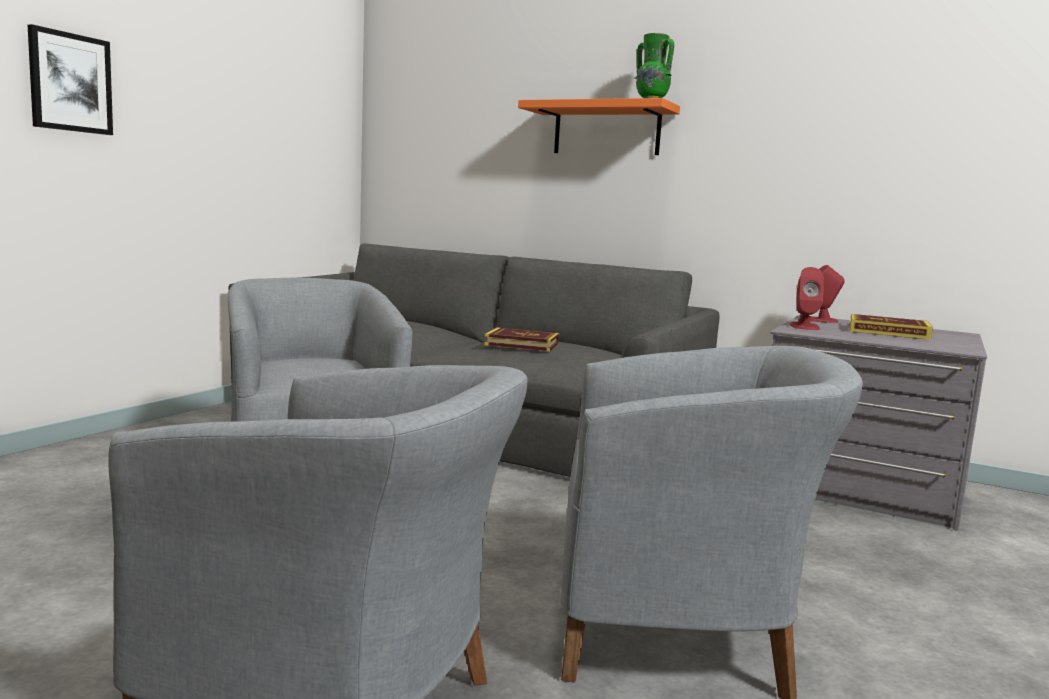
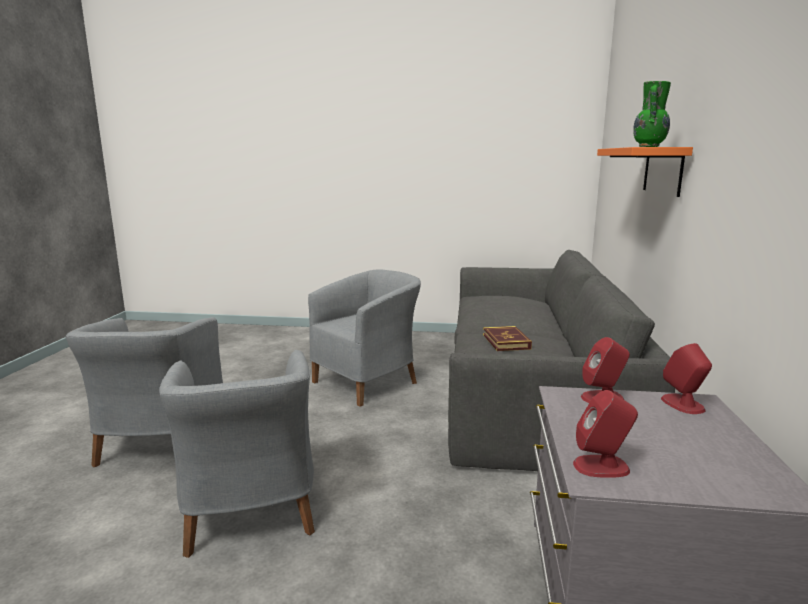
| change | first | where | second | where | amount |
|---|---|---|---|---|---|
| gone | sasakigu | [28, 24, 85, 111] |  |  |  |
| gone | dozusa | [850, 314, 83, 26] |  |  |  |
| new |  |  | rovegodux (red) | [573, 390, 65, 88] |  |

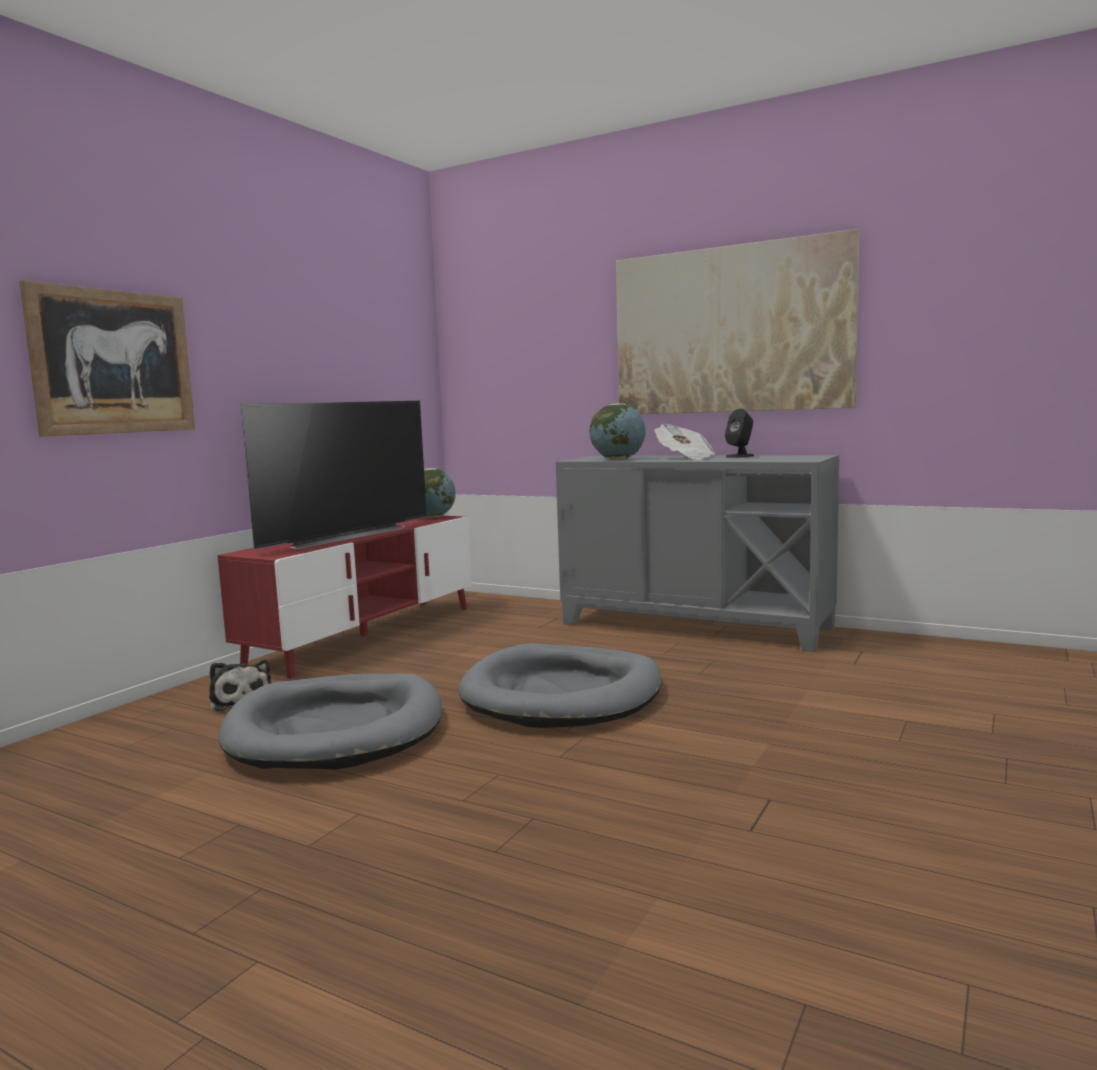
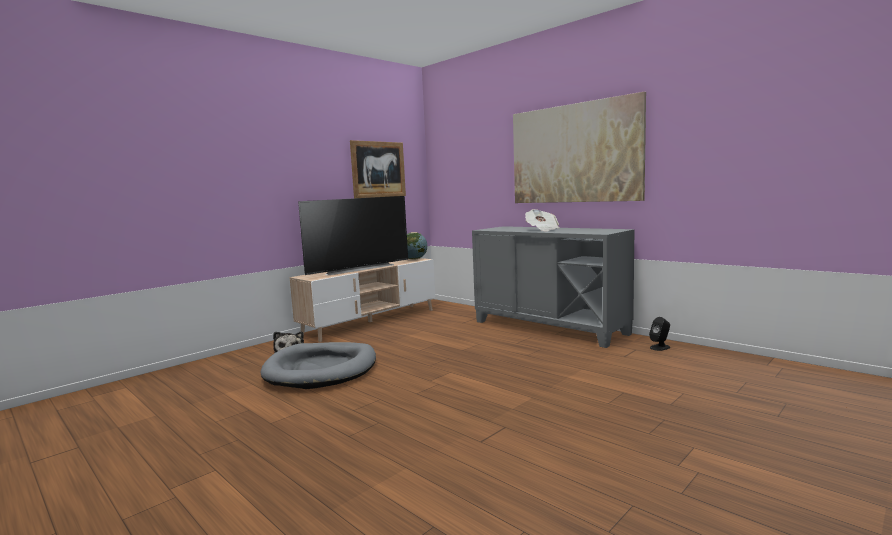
| change | first | where | second | where | amount |
|---|---|---|---|---|---|
| shifted | sasakigu | [19, 280, 176, 157] |  | [350, 140, 56, 58] |  |
| gone | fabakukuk | [589, 403, 57, 57] |  |  |  |
| shifted | rovegodux (black) | [725, 409, 29, 49] |  | [649, 317, 21, 34] |  |
| repainted | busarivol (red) | [217, 516, 255, 162] | busarivol (beige) | [290, 258, 145, 84] |  |
| gone | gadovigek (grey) | [458, 643, 203, 85] |  |  |  |

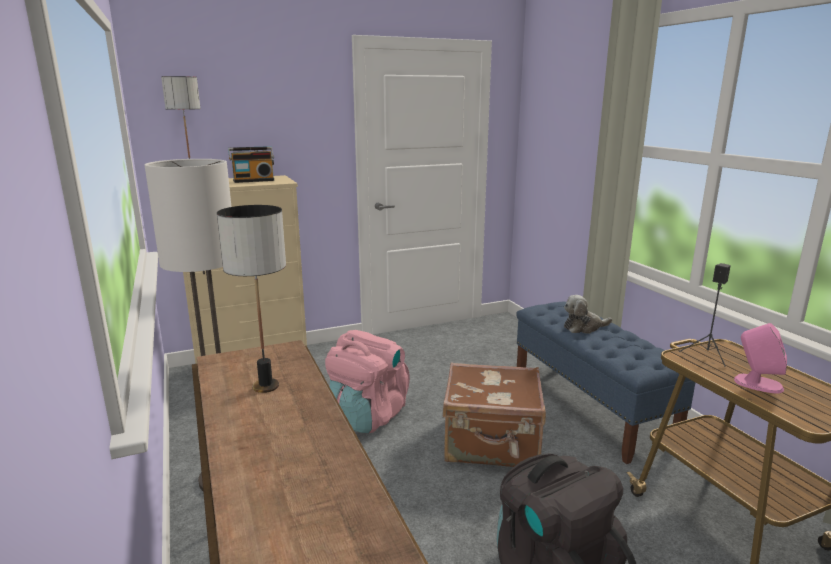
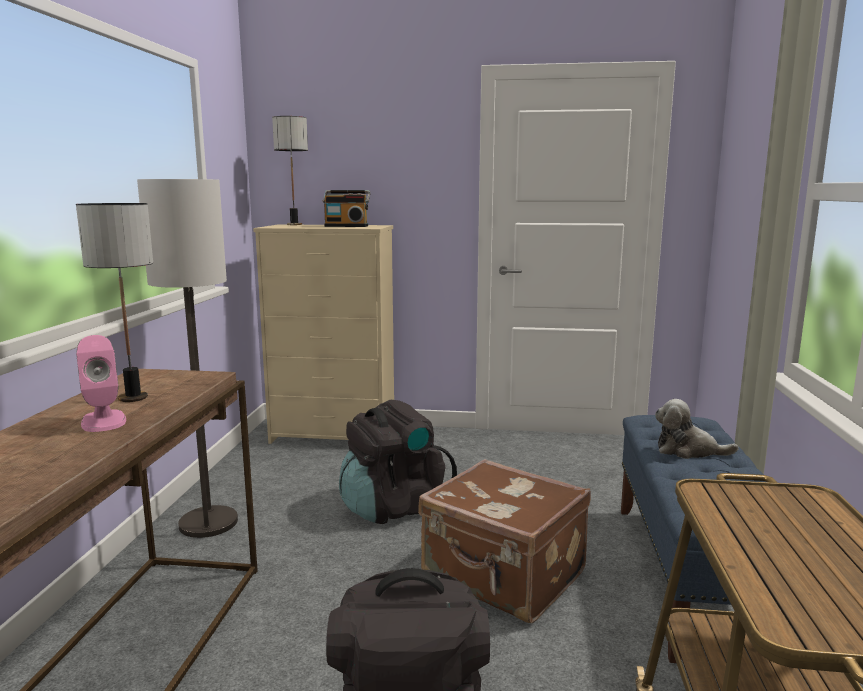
| change | first | where | second | where | amount |
|---|---|---|---|---|---|
| gone | rovegodux (black) | [679, 263, 52, 104] |  |  |  |
| shifted | rovegodux (pink) | [734, 323, 53, 70] |  | [76, 335, 50, 97] |  |
| repainted | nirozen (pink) | [325, 330, 85, 103] | nirozen (black) | [339, 399, 118, 125] |  |

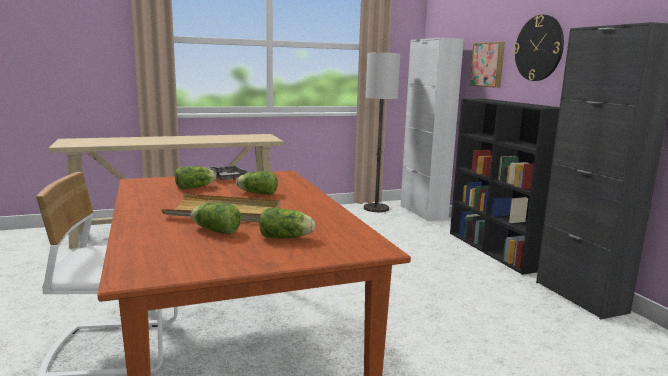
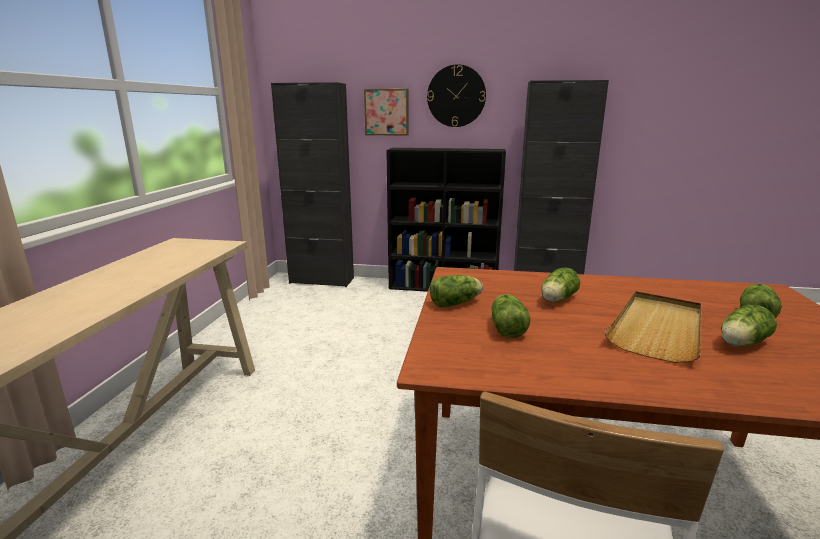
| change | first | where | second | where | amount |
|---|---|---|---|---|---|
| repainted | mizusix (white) | [400, 38, 64, 183] | mizusix (black) | [271, 82, 83, 205] |  |
| gone | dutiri | [364, 53, 37, 159] |  |  |  |
| swapped | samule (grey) | [208, 165, 41, 16] | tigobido | [430, 275, 53, 32] |  |

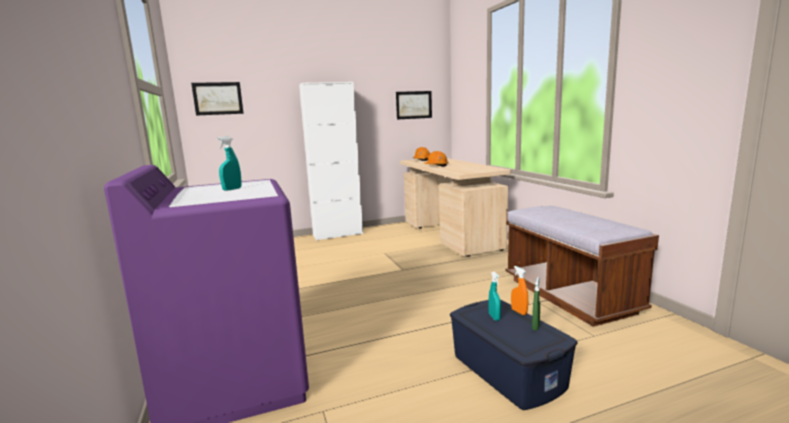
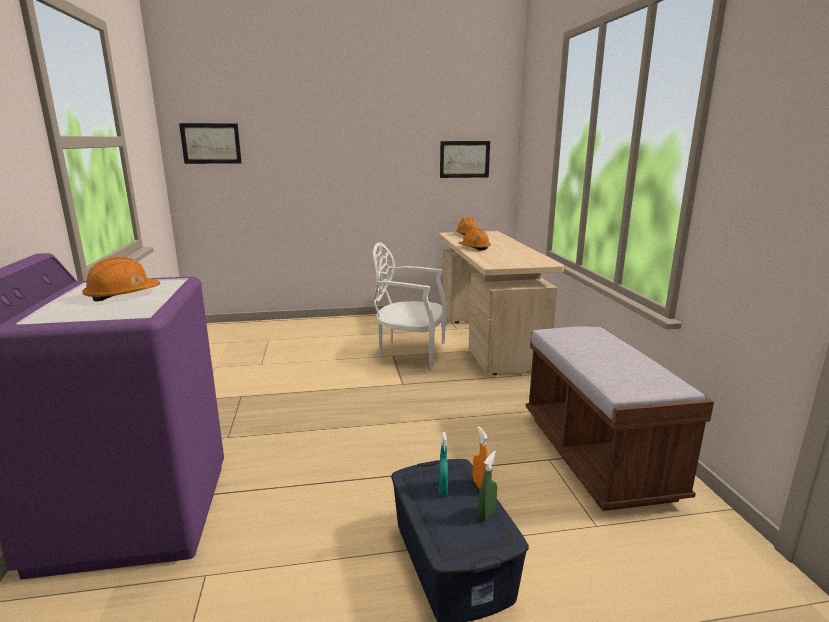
| change | first | where | second | where | amount |
|---|---|---|---|---|---|
| gone | mizusix (white) | [299, 82, 64, 159] |  |  |  |
| swapped | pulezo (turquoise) | [217, 137, 25, 54] | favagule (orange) | [82, 256, 78, 46] |  |
| new |  |  | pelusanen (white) | [373, 242, 74, 127] |  |

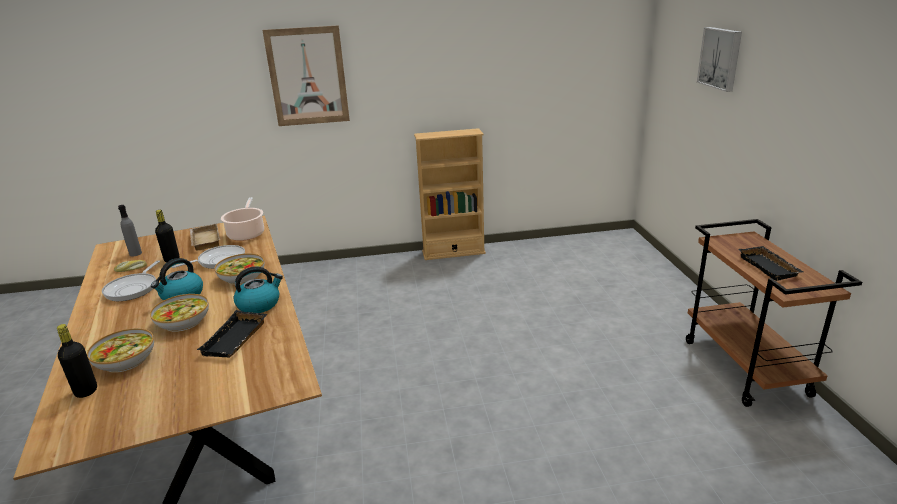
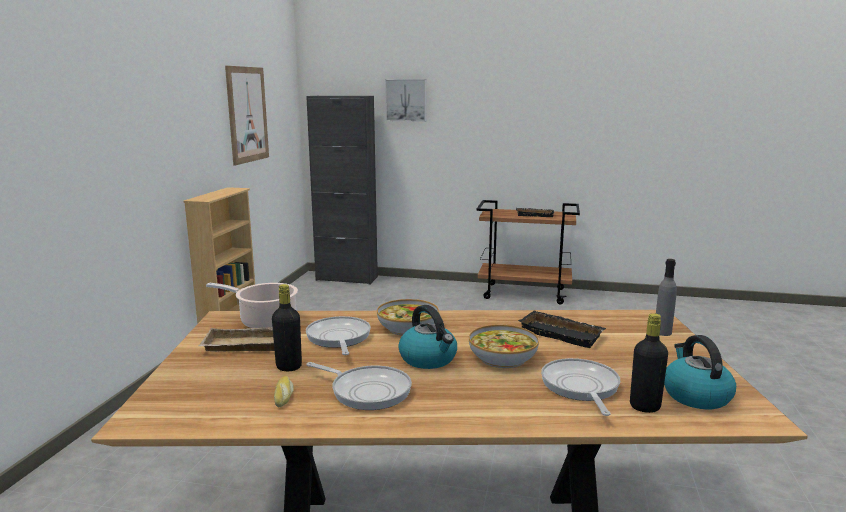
| change | first | where | second | where | amount |
|---|---|---|---|---|---|
| shifted | sasakigu | [263, 25, 87, 101] |  | [225, 66, 44, 99] |  |
| shifted | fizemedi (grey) | [118, 205, 24, 52] |  | [656, 259, 21, 77] |  |
| shifted | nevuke | [234, 267, 49, 46] |  | [664, 335, 72, 74] |  |
| swapped | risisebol | [87, 328, 67, 45] | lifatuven | [541, 358, 79, 58] |  |
| new |  |  | mizusix (black) | [306, 96, 72, 189] |  |

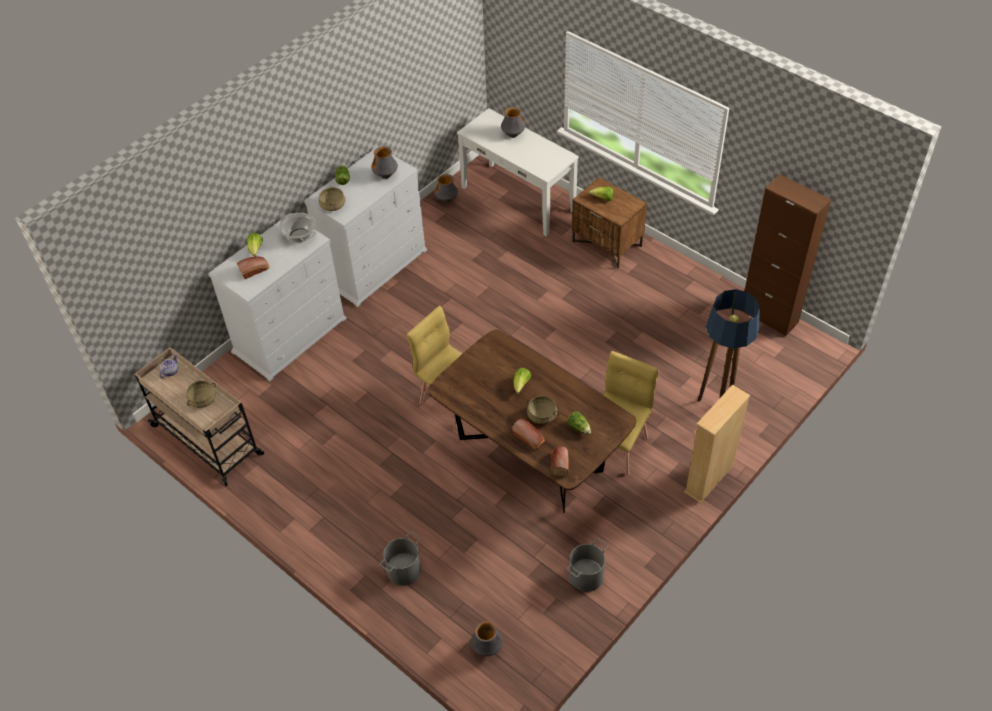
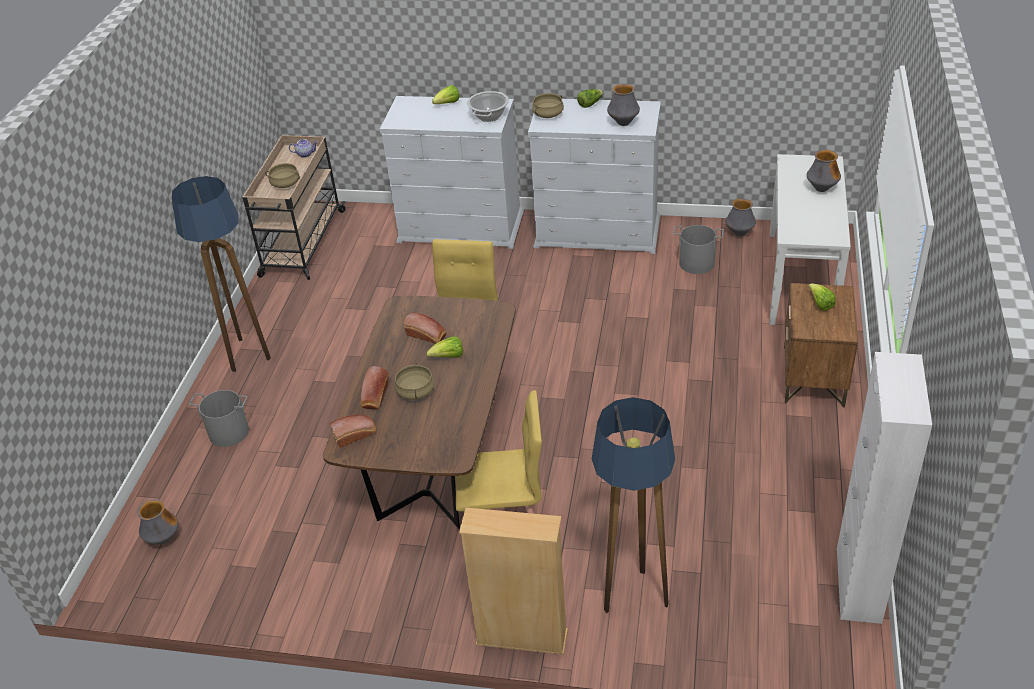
| change | first | where | second | where | amount |
|---|---|---|---|---|---|
| repainted | mizusix (brown) | [742, 174, 89, 162] | mizusix (white) | [837, 352, 95, 272] |  |
| shifted | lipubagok | [237, 257, 32, 22] |  | [404, 312, 42, 32] |  |
| gone | tigobido | [567, 411, 24, 23] |  |  |  |
| shifted | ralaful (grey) | [567, 538, 41, 54] |  | [673, 225, 51, 49] |  |
| new |  |  | dutiri | [172, 176, 99, 196] |  |

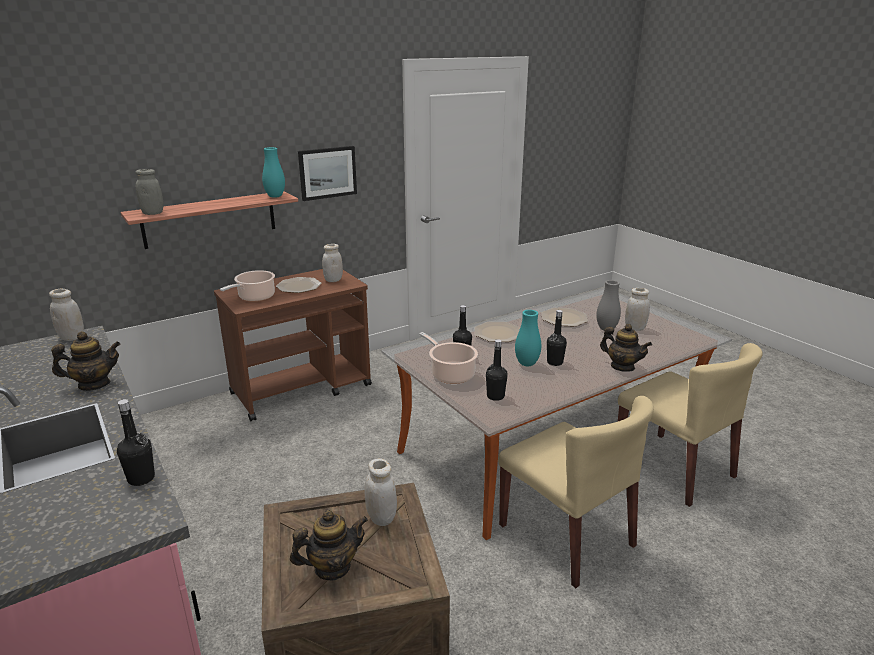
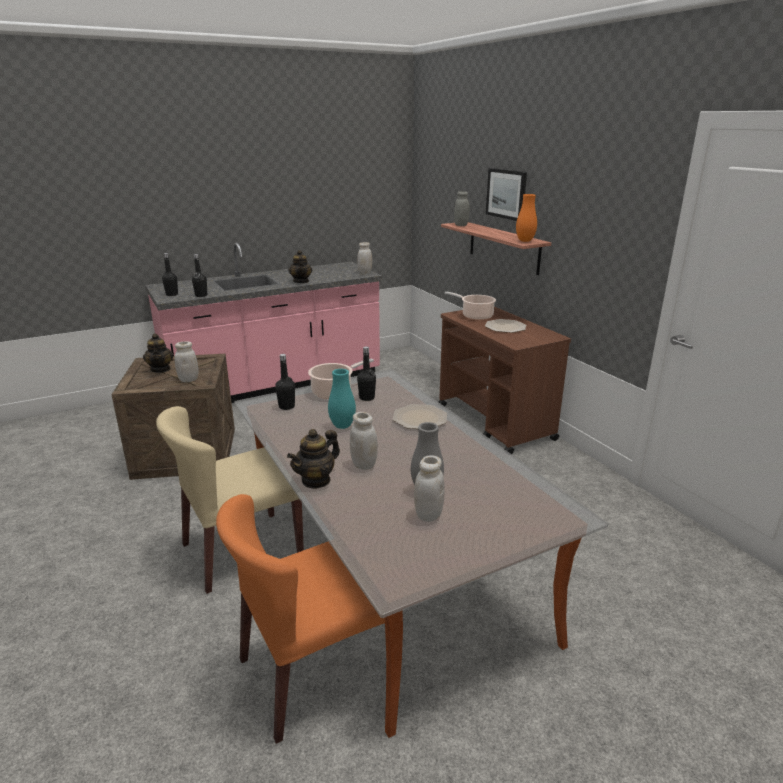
| change | first | where | second | where | amount |
|---|---|---|---|---|---|
| shifted | sasakigu | [298, 146, 59, 55] |  | [486, 168, 41, 53] |  |
| repainted | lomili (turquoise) | [262, 147, 23, 51] | lomili (orange) | [516, 194, 21, 48] |  |
| shifted | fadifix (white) | [322, 244, 21, 38] |  | [350, 412, 28, 58] |  |
| gone | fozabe | [541, 308, 47, 19] |  |  |  |
| shifted | fizemedi (black) | [547, 310, 20, 56] |  | [162, 253, 16, 43] |  |
| repainted | pelusanen (beige) | [618, 343, 145, 164] | pelusanen (orange) | [216, 494, 187, 250] |  |

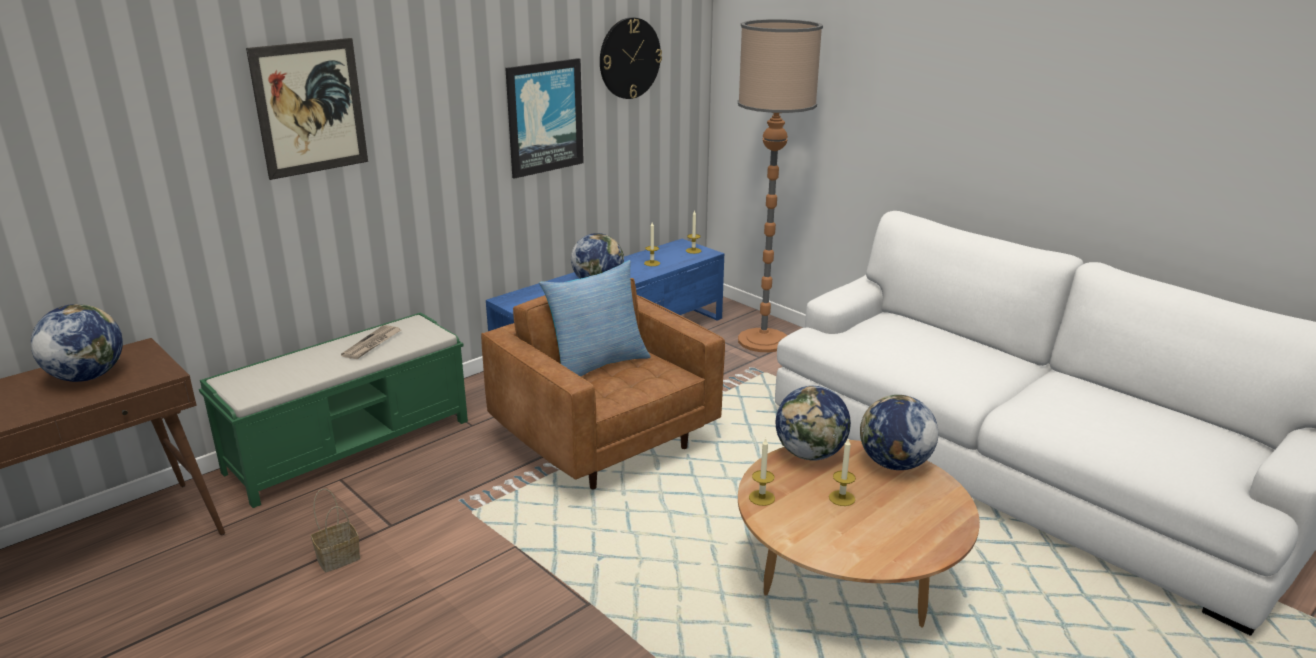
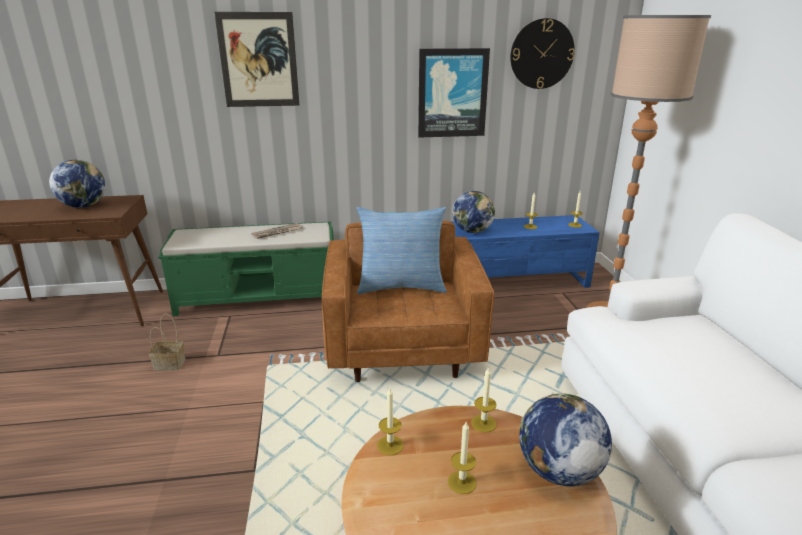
| change | first | where | second | where | amount |
|---|---|---|---|---|---|
| swapped | fabakukuk | [776, 386, 75, 75] | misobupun | [471, 367, 26, 65] |  |

